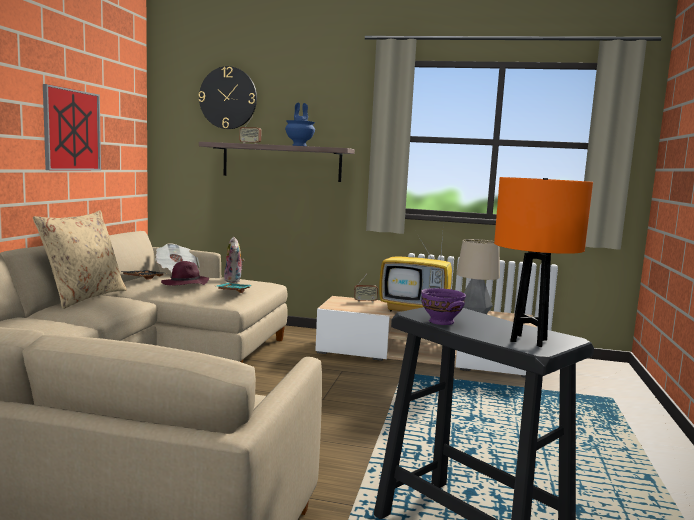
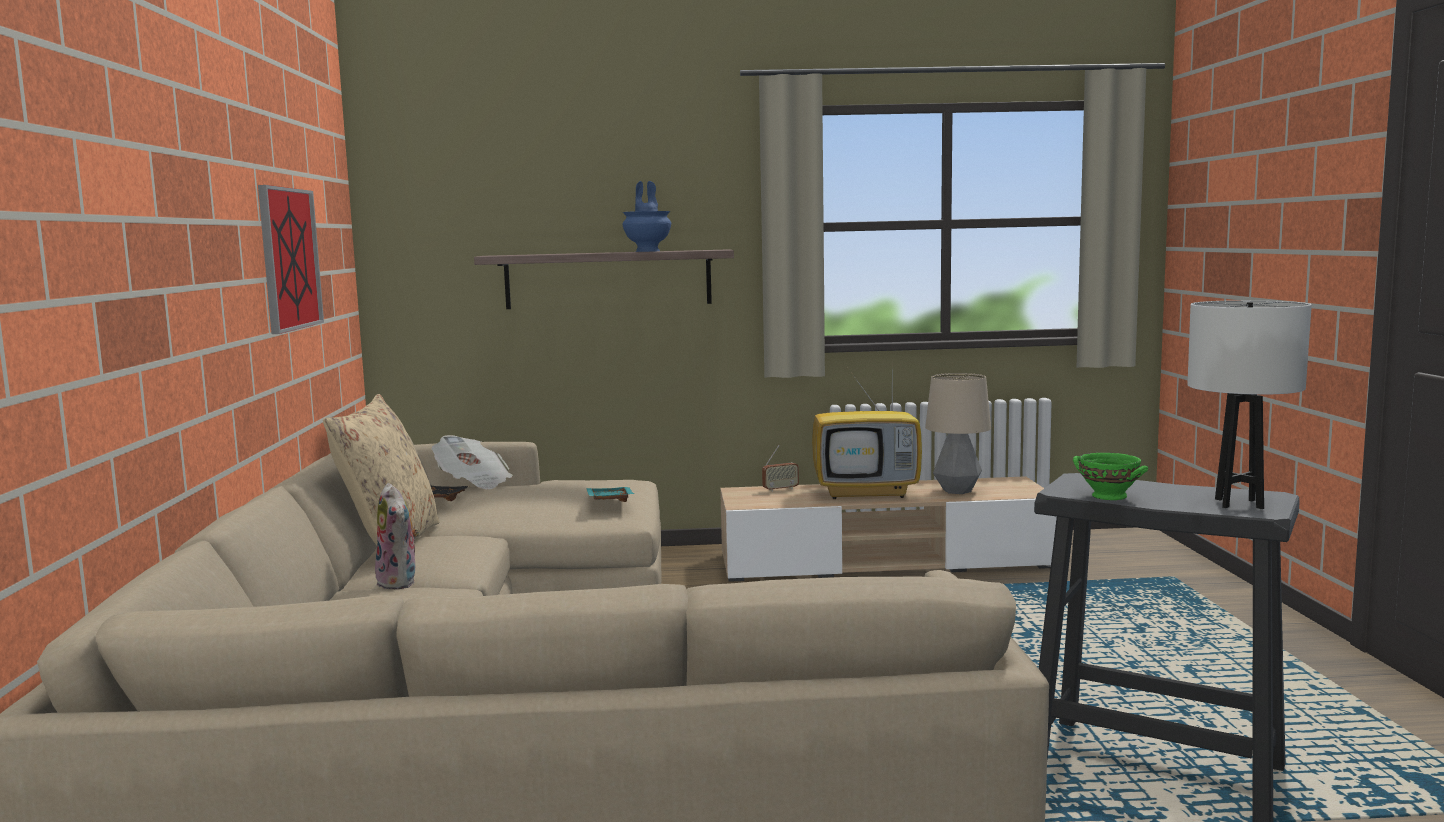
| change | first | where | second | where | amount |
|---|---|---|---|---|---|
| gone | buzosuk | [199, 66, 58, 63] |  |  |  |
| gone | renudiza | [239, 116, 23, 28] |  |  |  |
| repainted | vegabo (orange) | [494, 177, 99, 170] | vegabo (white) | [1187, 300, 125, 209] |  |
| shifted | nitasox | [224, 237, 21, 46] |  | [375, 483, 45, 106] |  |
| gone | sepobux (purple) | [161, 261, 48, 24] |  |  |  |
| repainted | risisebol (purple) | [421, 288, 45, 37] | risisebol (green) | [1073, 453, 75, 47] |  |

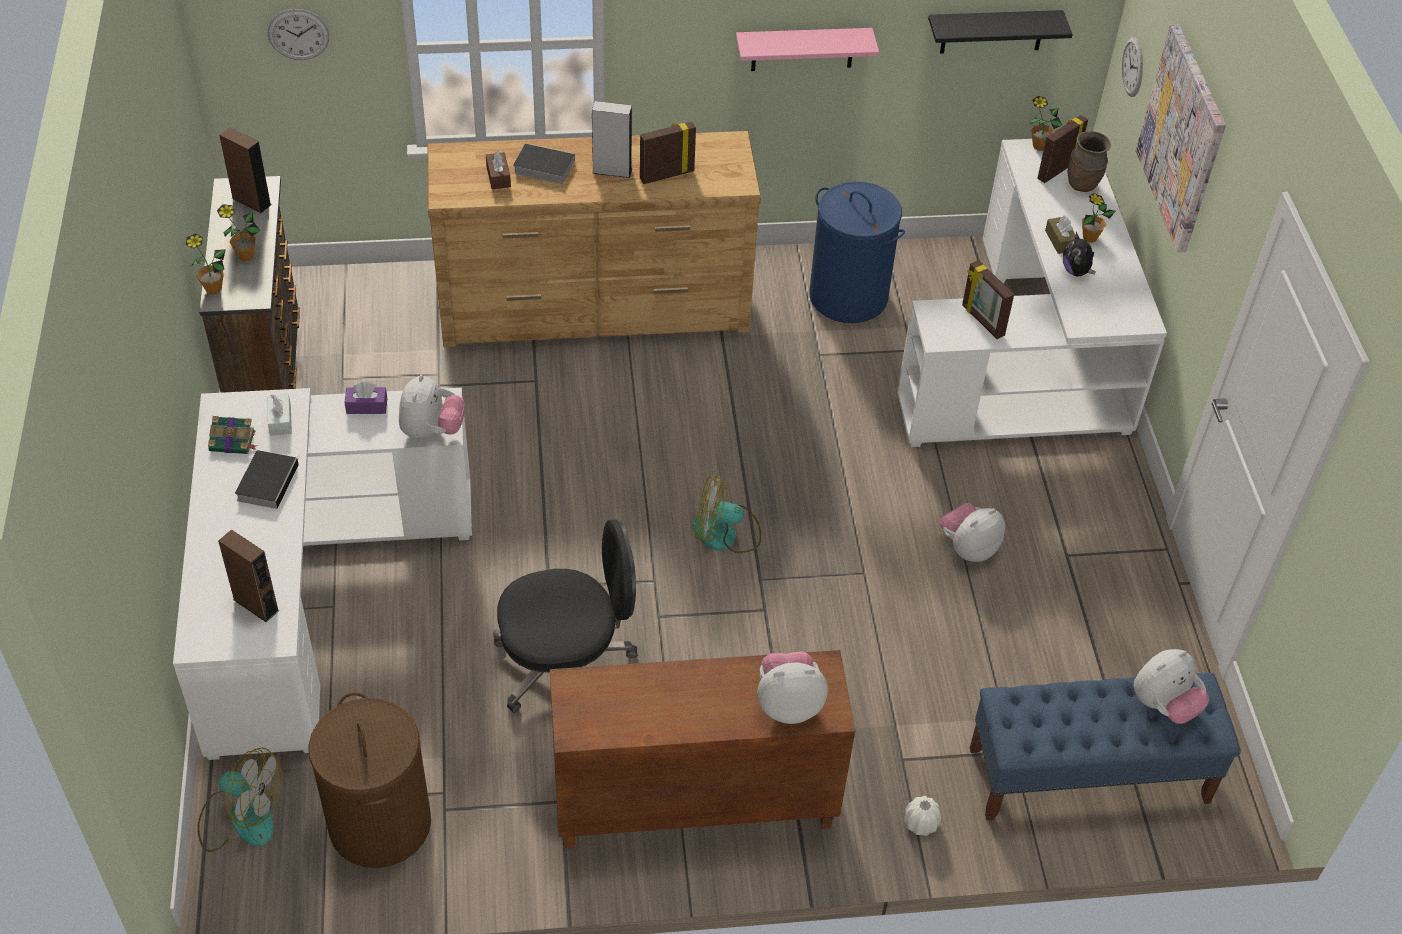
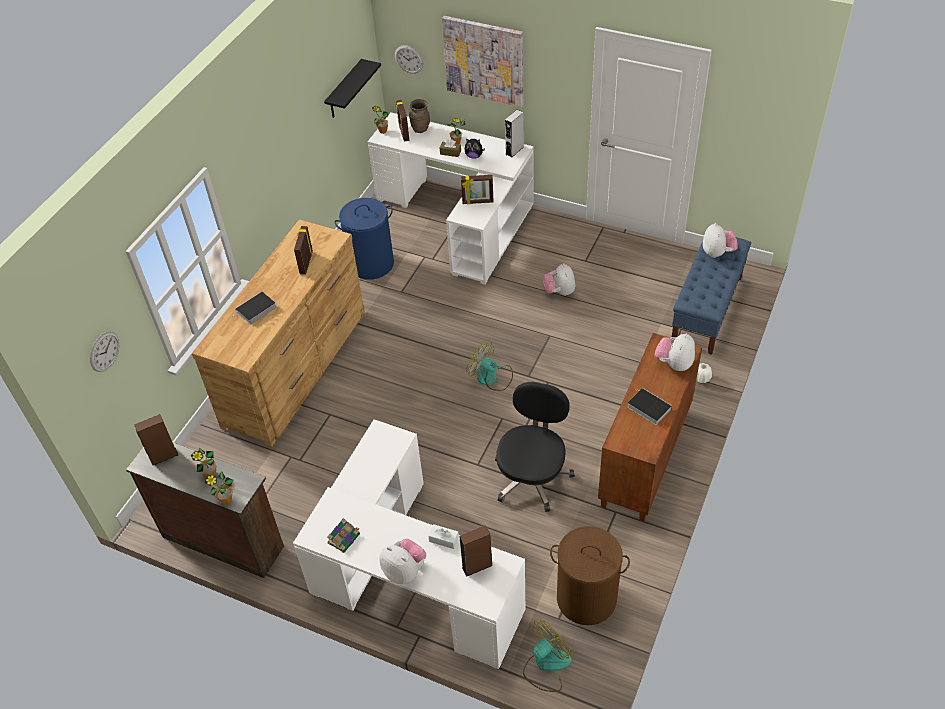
| change | first | where | second | where | amount |
|---|---|---|---|---|---|
| gone | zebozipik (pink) | [736, 28, 143, 43] |  |  |  |
| shifted | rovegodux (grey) | [592, 101, 40, 77] |  | [505, 110, 19, 47] |  |
| gone | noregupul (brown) | [486, 150, 25, 39] |  |  |  |
| shifted | nitasox | [399, 374, 66, 65] |  | [379, 539, 47, 45] |  |
| gone | noregupul (purple) | [344, 382, 43, 32] |  |  |  |
| shifted | noregupul (white) | [267, 393, 25, 43] |  | [428, 524, 31, 25] |  |
| shifted | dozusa | [235, 450, 65, 59] |  | [628, 388, 44, 37] |  |
| rotated | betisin | [692, 475, 69, 78] |  | [466, 342, 47, 49] | 90 degrees clockwise |

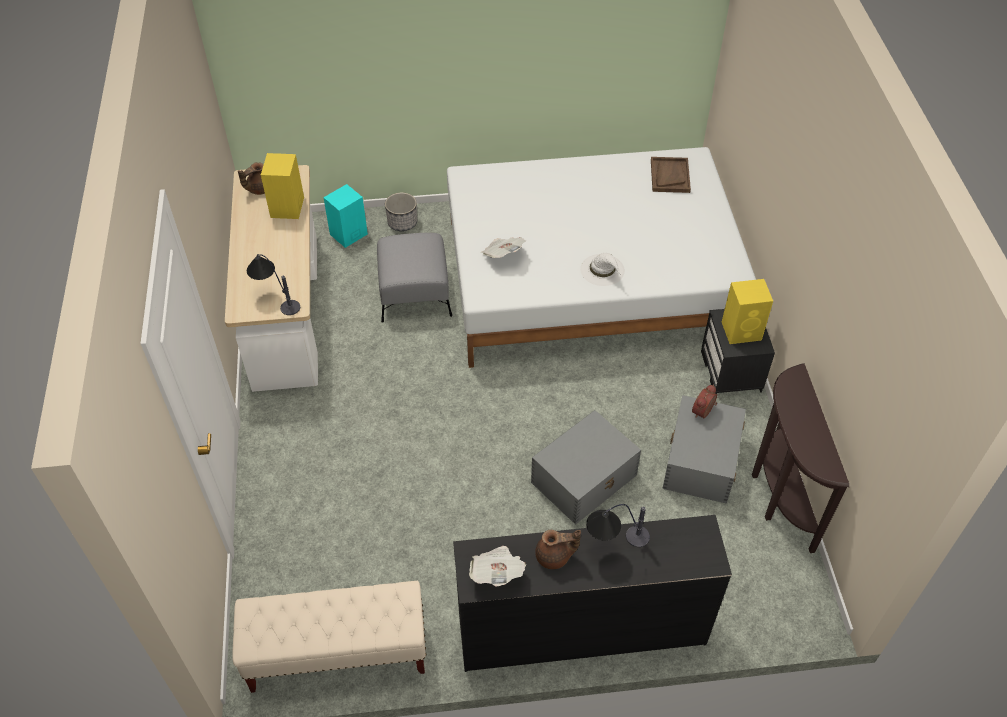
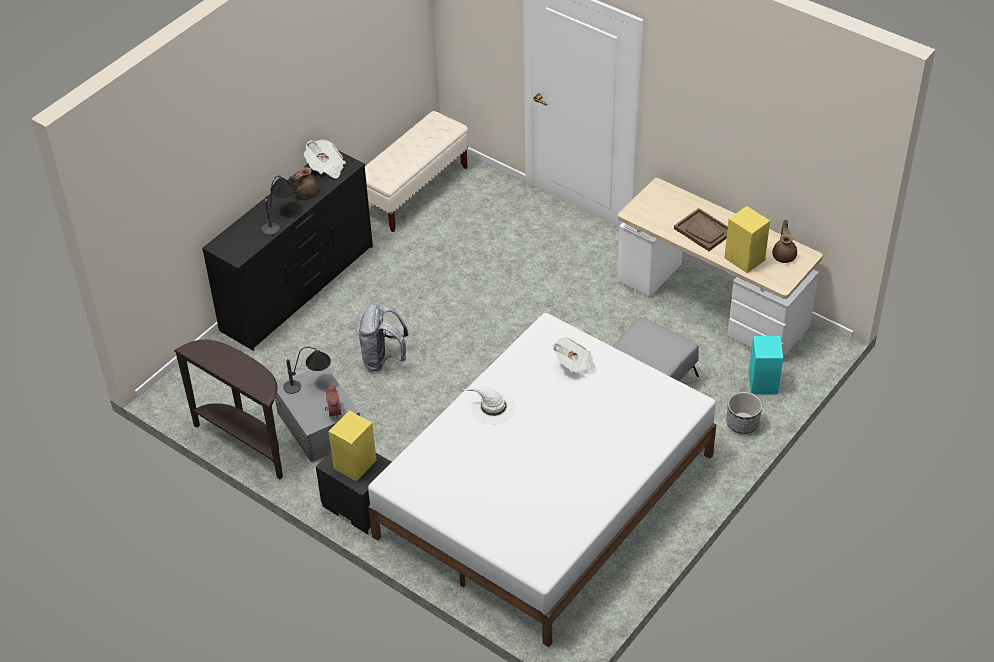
| change | first | where | second | where | amount |
|---|---|---|---|---|---|
| shifted | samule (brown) | [651, 157, 40, 36] |  | [674, 208, 54, 43] |  |
| shifted | vegabo | [247, 254, 53, 61] |  | [283, 347, 48, 47] |  |
| swapped | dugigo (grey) | [531, 410, 110, 115] | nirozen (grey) | [358, 304, 50, 67] |  |

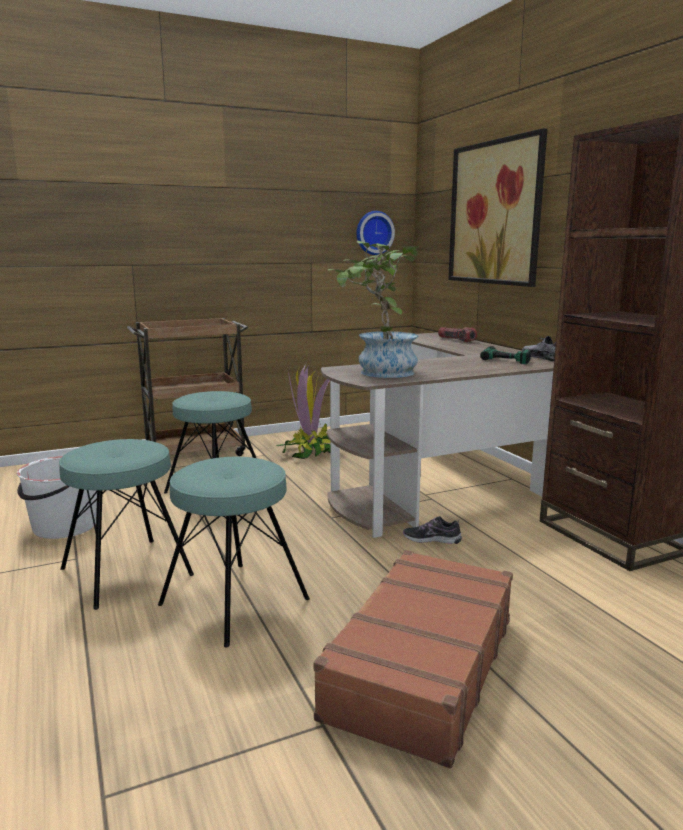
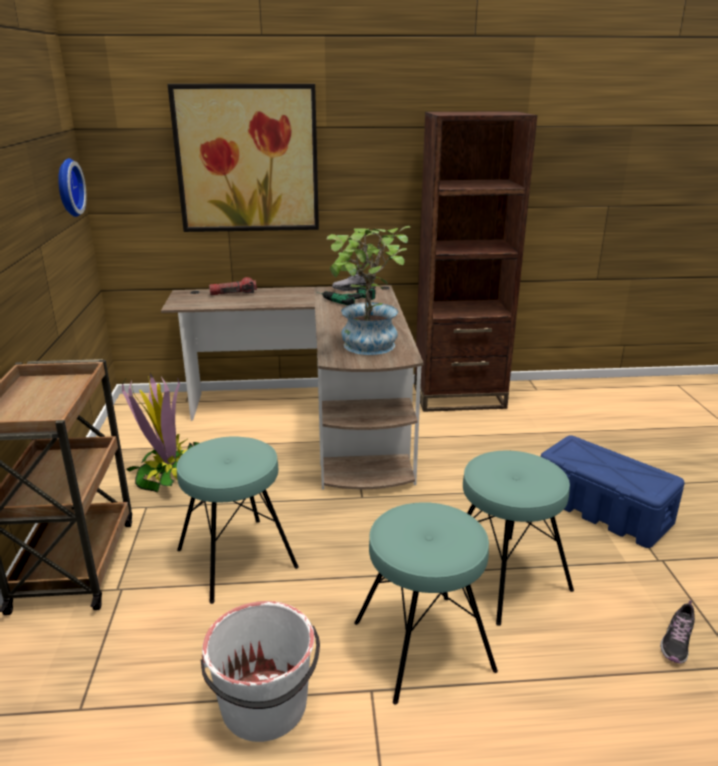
| change | first | where | second | where | amount |
|---|---|---|---|---|---|
| shifted | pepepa | [403, 516, 59, 28] |  | [660, 600, 35, 63] |  |
| swapped | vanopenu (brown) | [313, 550, 200, 218] | dugigo (blue) | [541, 435, 144, 113] |  |

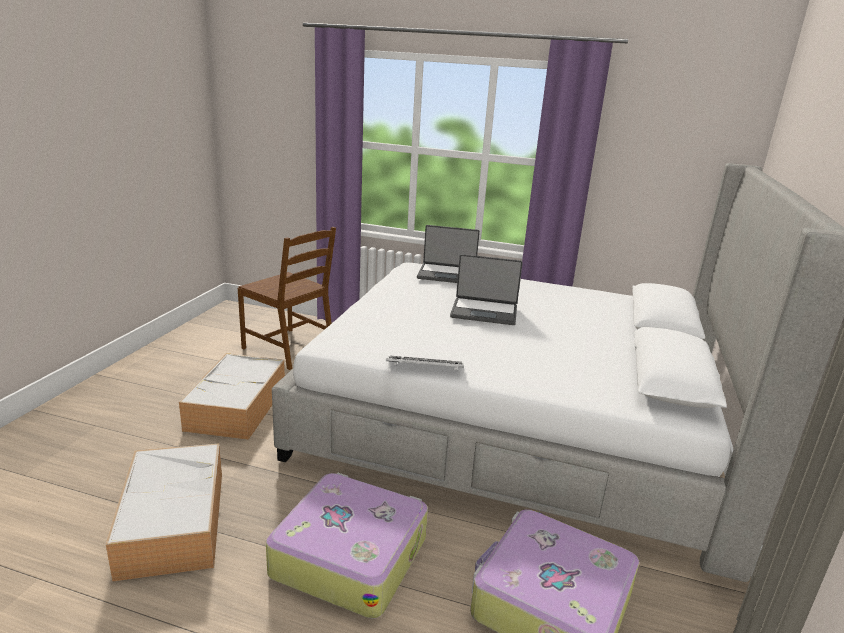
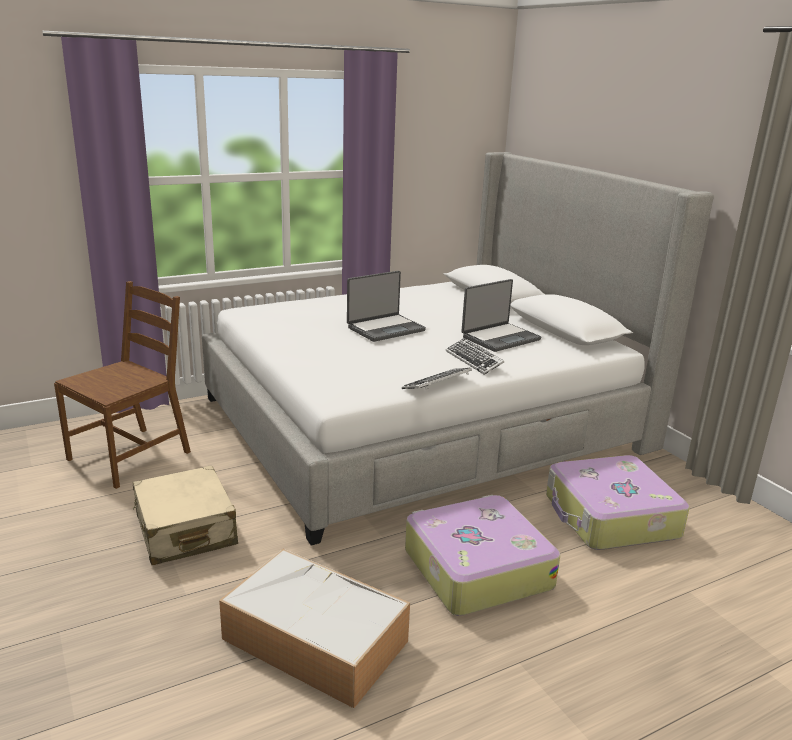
| change | first | where | second | where | amount |
|---|---|---|---|---|---|
| shifted | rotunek | [417, 225, 63, 58] |  | [461, 279, 80, 73] |  |
| rotated | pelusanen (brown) | [238, 227, 98, 143] |  | [54, 281, 137, 208] | 45 degrees counterclockwise |
| swapped | dugigo | [179, 353, 106, 87] | vanopenu (beige) | [133, 465, 105, 100] |  |
| new |  |  | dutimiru | [446, 338, 58, 37] |  |

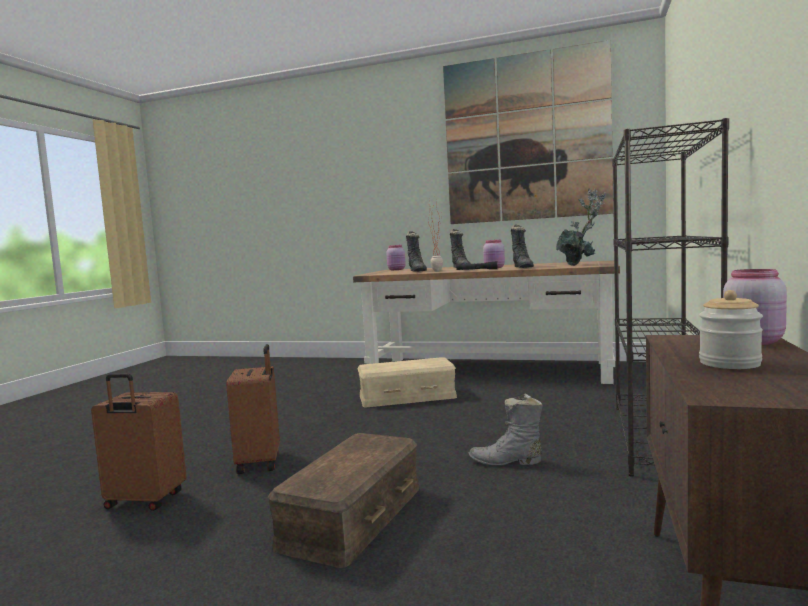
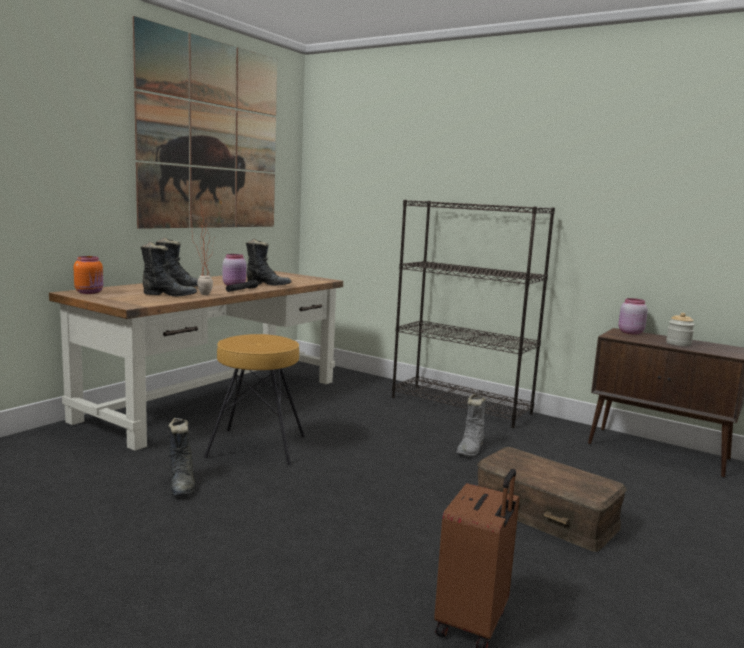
| change | first | where | second | where | amount |
|---|---|---|---|---|---|
| gone | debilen | [556, 189, 50, 77] |  |  |  |
| repainted | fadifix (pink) | [386, 245, 20, 25] | fadifix (orange) | [74, 256, 29, 38] |  |
| gone | vanopenu (brown) | [226, 344, 54, 130] |  |  |  |
| swapped | dugigo (beige) | [357, 357, 100, 50] | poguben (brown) | [204, 334, 101, 131] |  |
| new |  |  | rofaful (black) | [168, 418, 27, 77] |  |

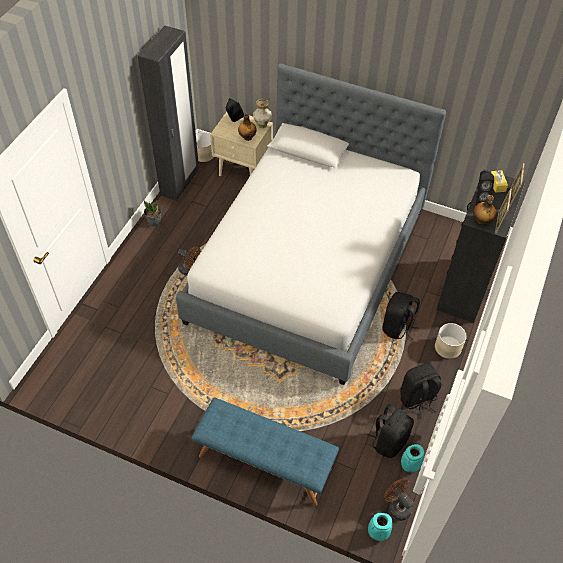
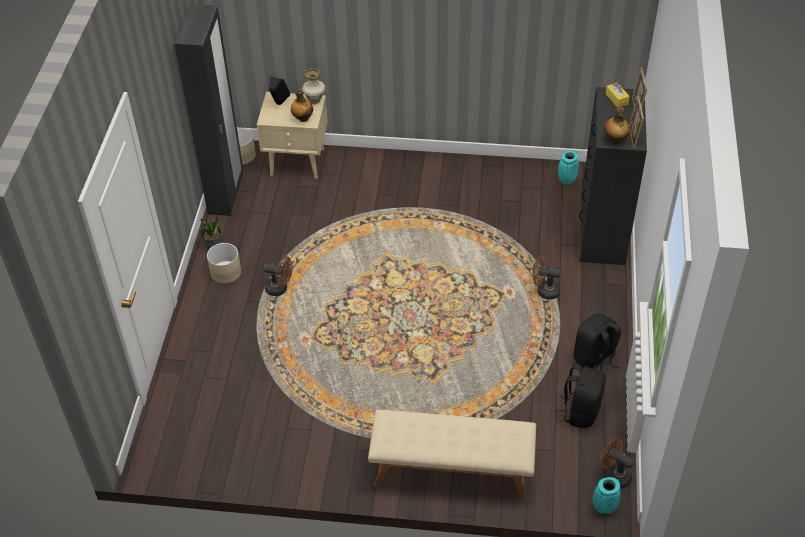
| change | first | where | second | where | amount |
|---|---|---|---|---|---|
| gone | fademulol | [176, 63, 270, 322] |  |  |  |
| gone | rovegodux (black) | [476, 171, 18, 34] |  |  |  |
| swapped | nirozen (black) | [382, 292, 38, 48] | betisin (brown) | [532, 256, 29, 44] |  |
| shifted | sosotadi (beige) | [435, 323, 32, 36] |  | [207, 243, 34, 41] |  |
| repainted | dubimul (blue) | [192, 397, 147, 109] | dubimul (beige) | [368, 410, 168, 90] |  |
| shifted | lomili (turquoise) | [401, 444, 23, 28] |  | [558, 151, 21, 34] |  |

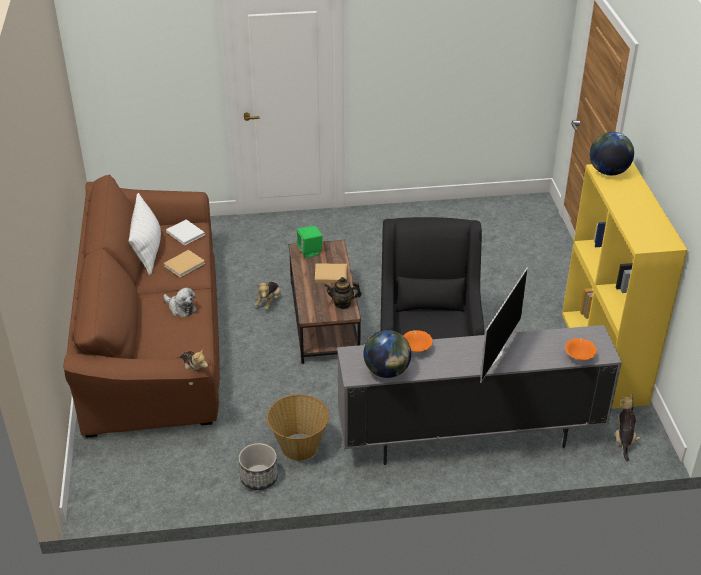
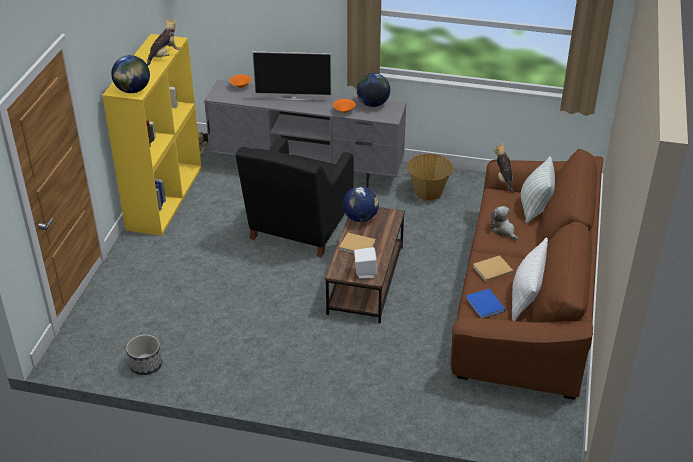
| change | first | where | second | where | amount |
|---|---|---|---|---|---|
| repainted | dozusa (white) | [166, 219, 39, 27] | dozusa (blue) | [466, 289, 39, 29] |  |
| repainted | rovegodux (green) | [296, 226, 27, 32] | rovegodux (white) | [354, 247, 24, 32] |  |
| rotated | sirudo | [480, 268, 48, 115] |  | [252, 52, 80, 49] | 135 degrees counterclockwise |
| swapped | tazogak | [325, 277, 37, 32] | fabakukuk | [343, 186, 36, 36] |  |
| shifted | nitasox | [254, 282, 27, 28] |  | [147, 18, 34, 48] |  |
| shifted | sosotadi | [238, 443, 40, 47] |  | [126, 334, 36, 41] |  |
| new |  |  | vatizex | [521, 156, 34, 67] |  |

